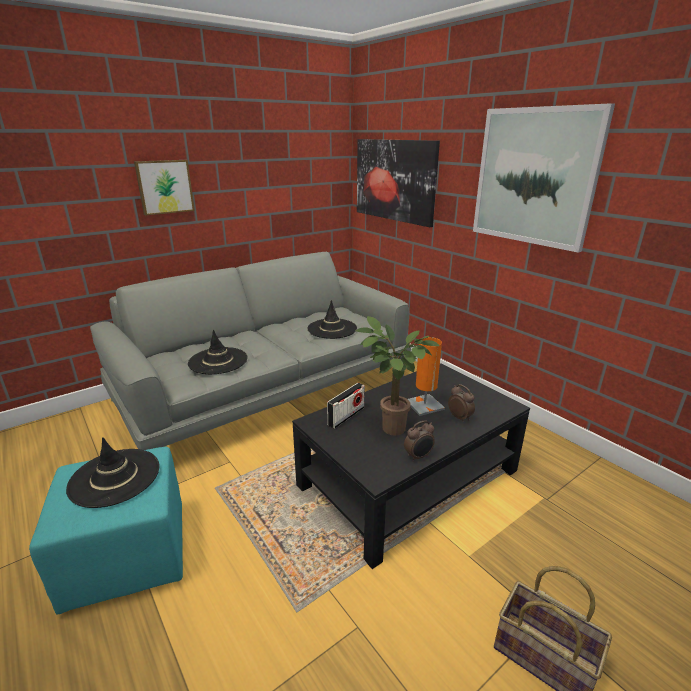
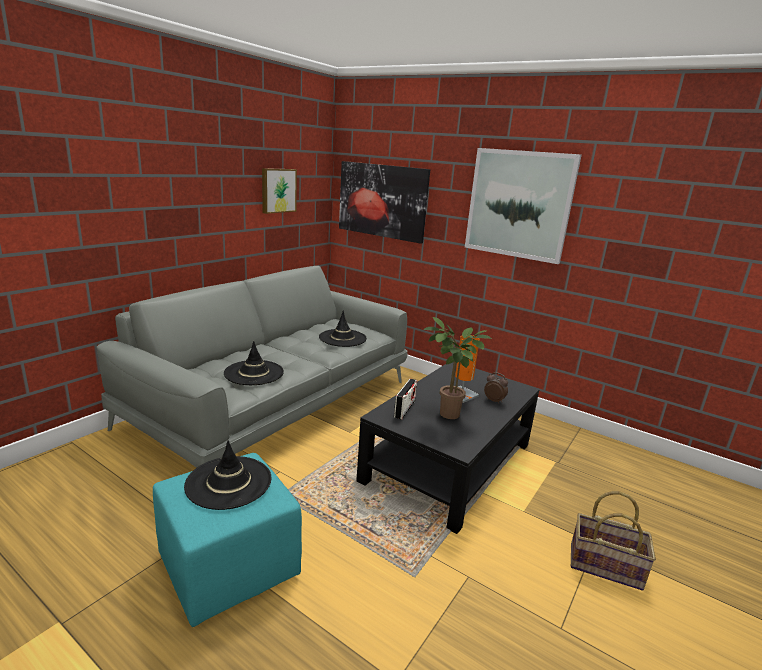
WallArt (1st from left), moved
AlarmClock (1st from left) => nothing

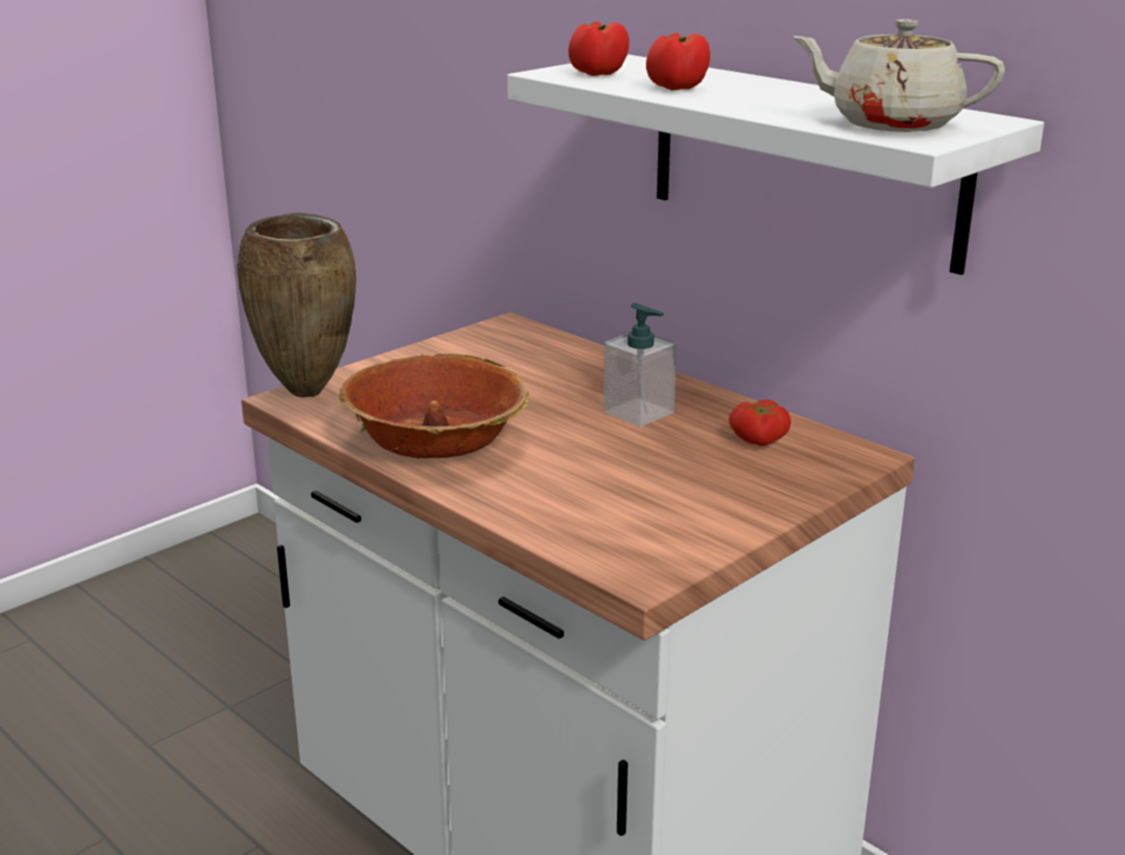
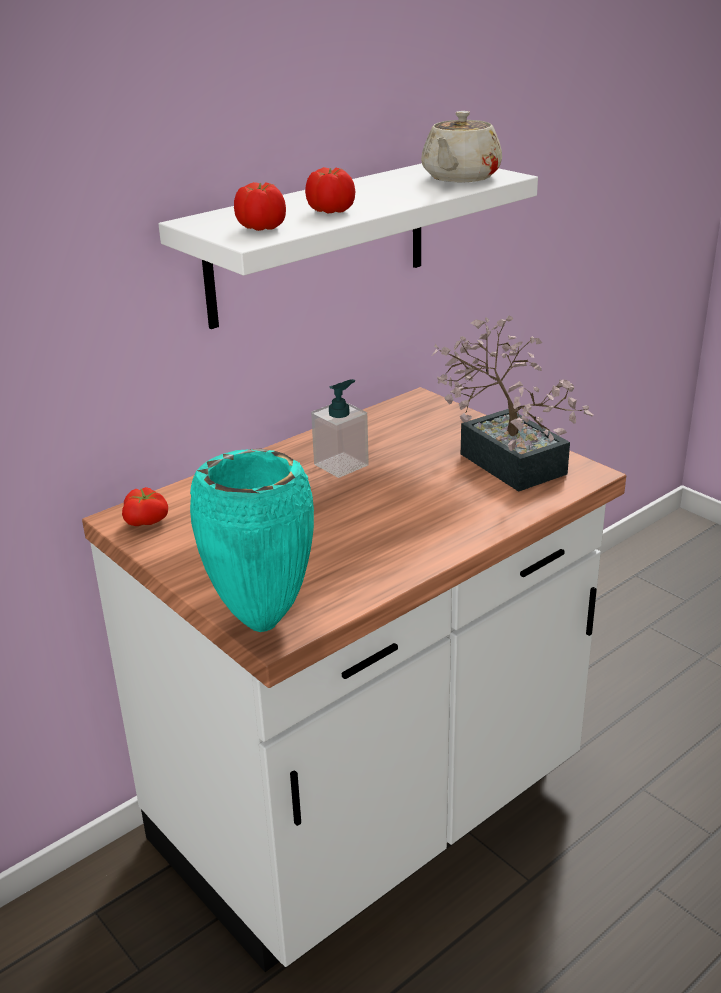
Tomato (3rd from left in the first image) => Tomato (1st from left), moved
BrownVase => BlueGreenVase
nothing => PottedPlant
Bowl => nothing

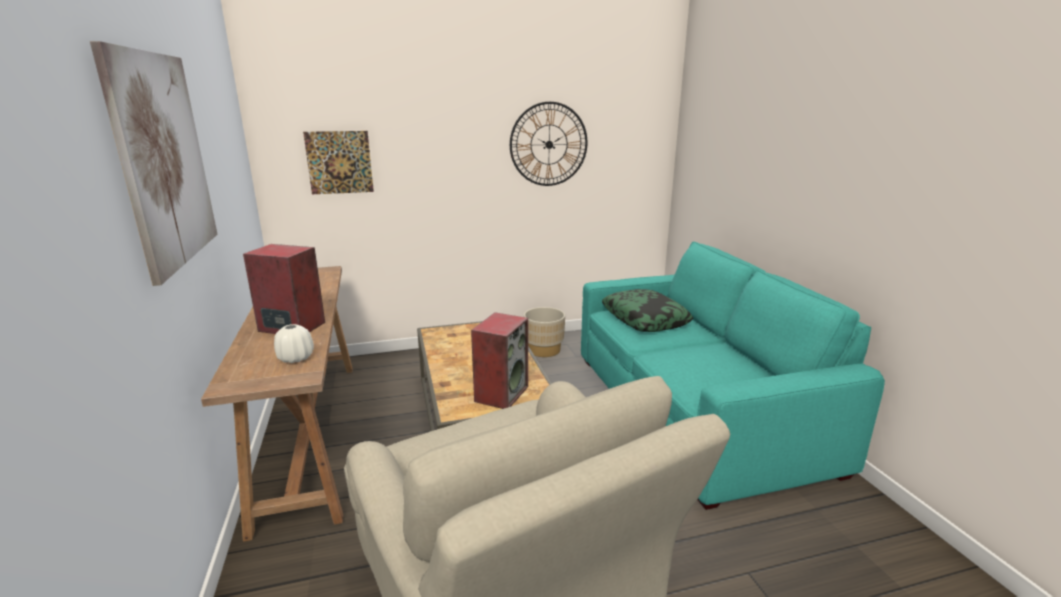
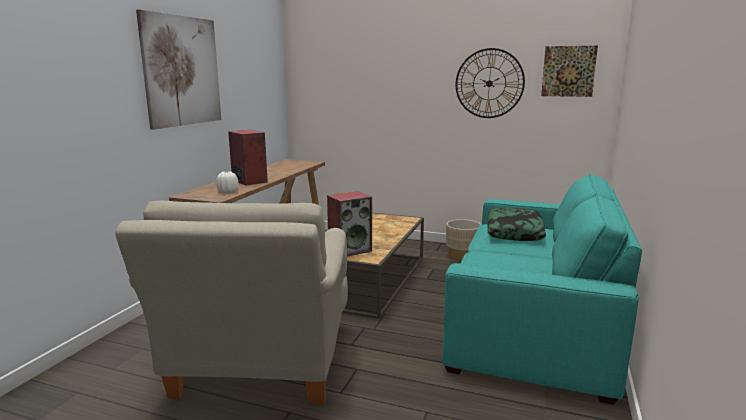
WallArt (2nd from left), moved

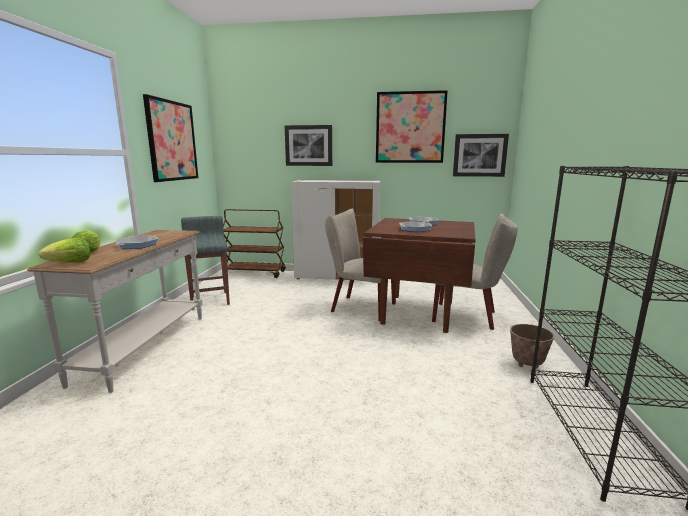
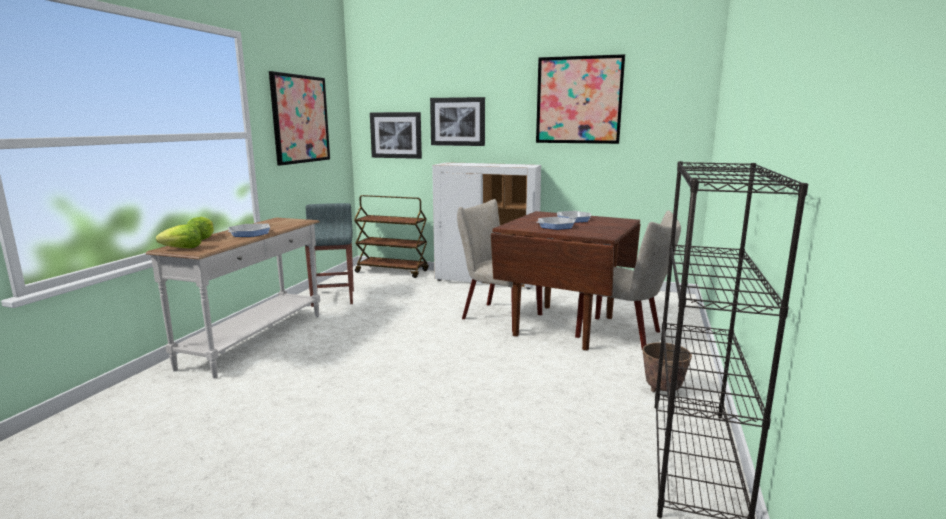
WallArt (4th from left in the first image) => WallArt (2nd from left), moved

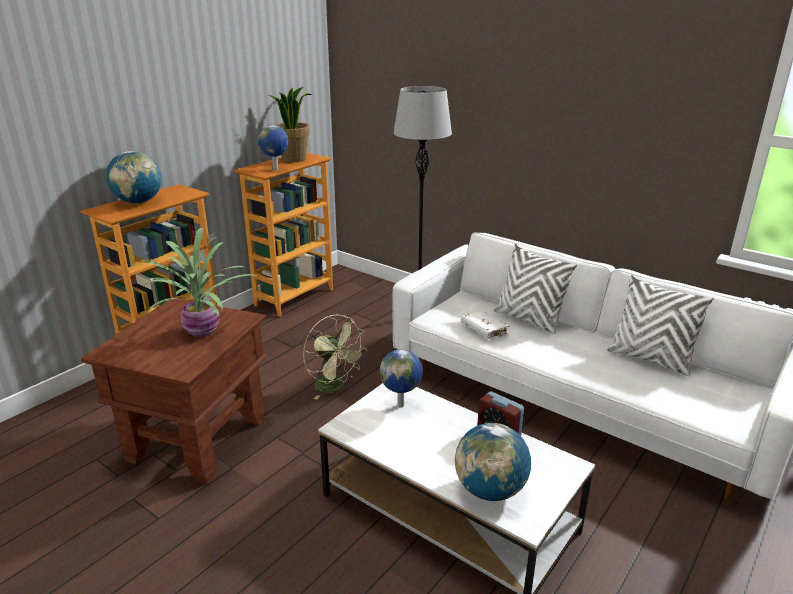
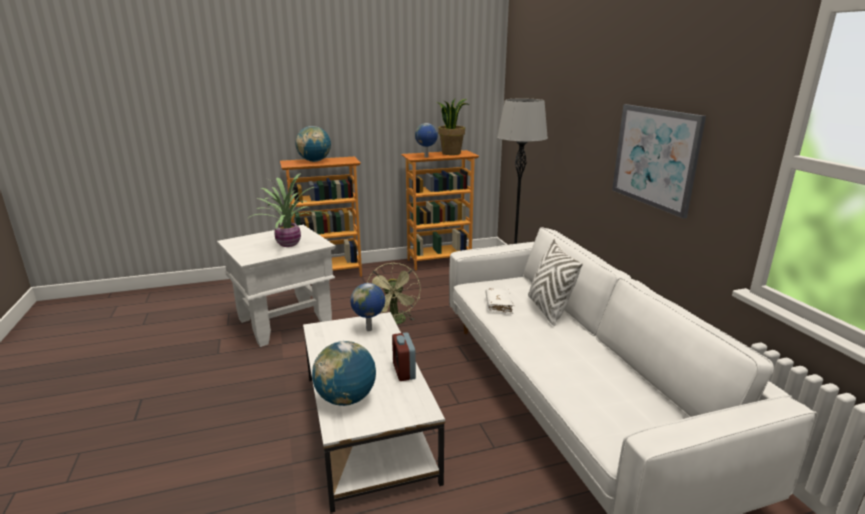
BrownSideTable => WhitishSideTable
nothing => WallArt
WhitishCushion (2nd from left) => nothing

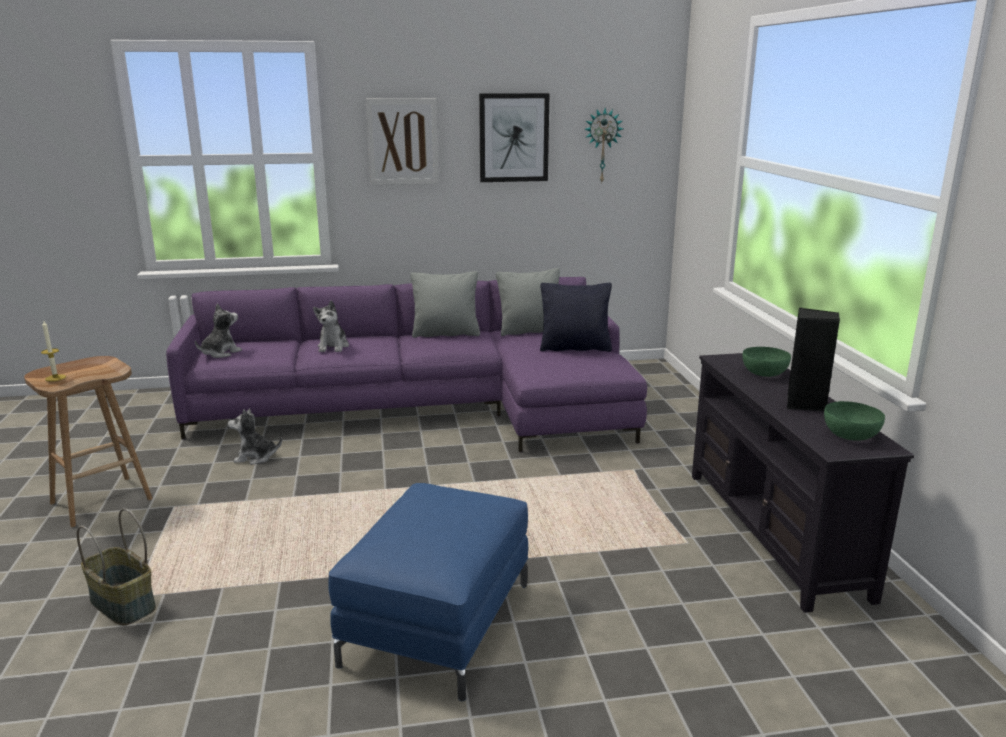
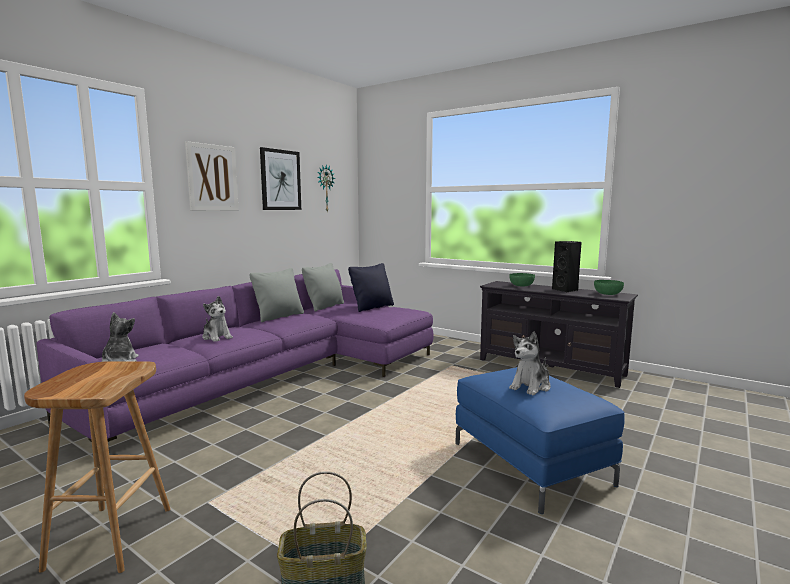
CuddlyToy (2nd from left in the first image) => CuddlyToy (3rd from left), moved
Candle => nothing

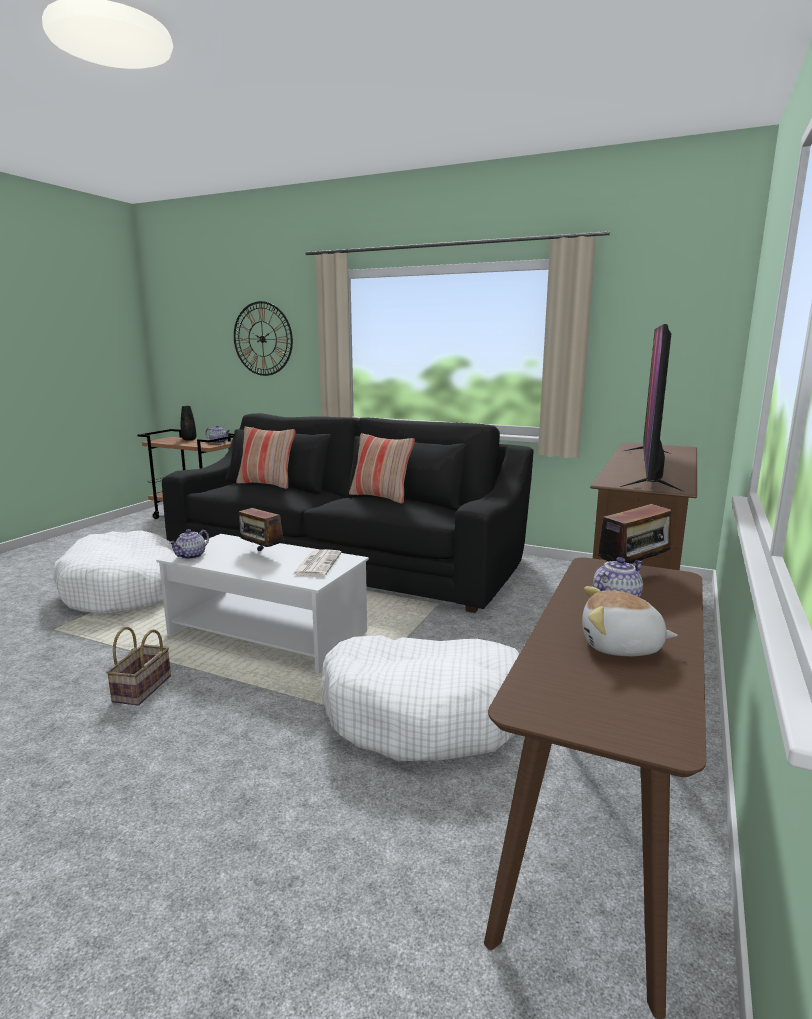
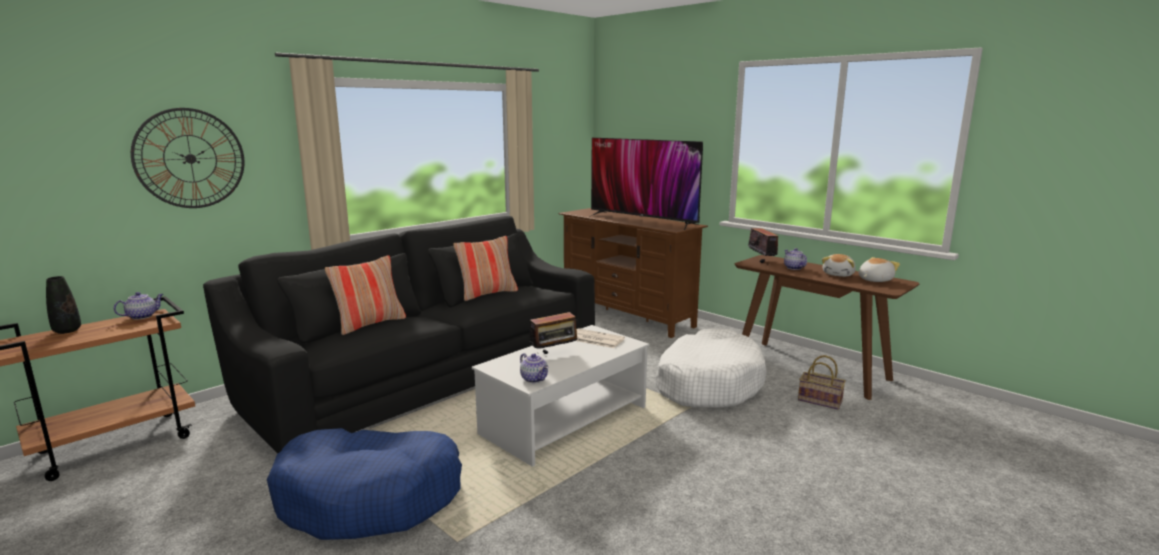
WhitishDogBed (1st from left) => BluishDogBed
Basket, moved
nothing => CuddlyToy (2nd from left)

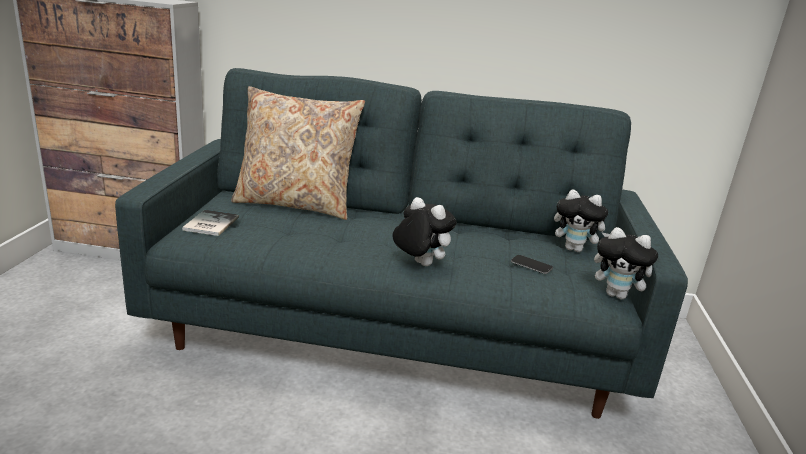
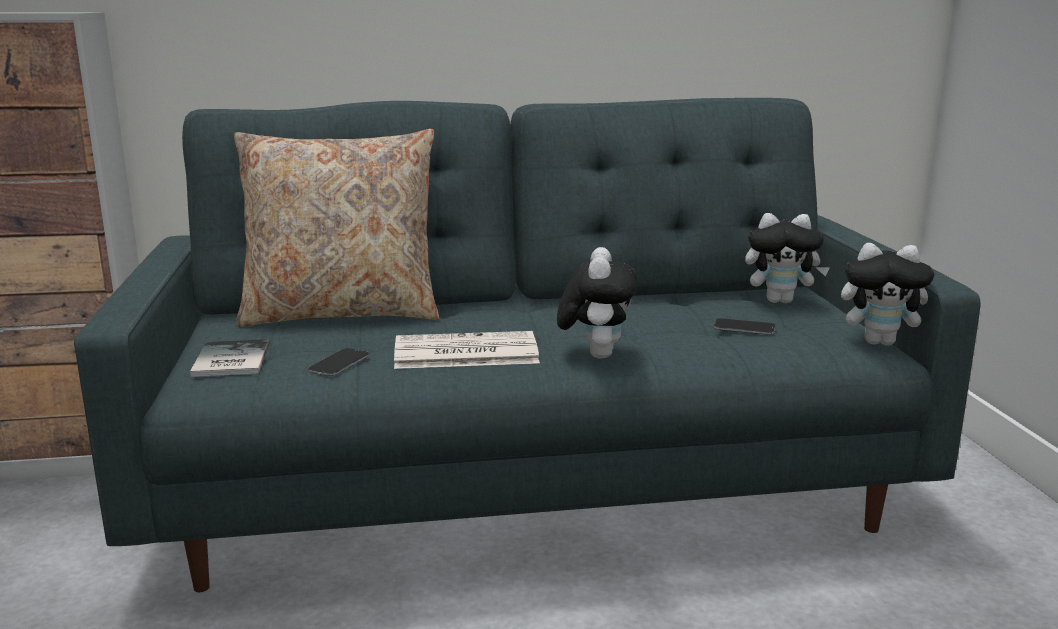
nothing => Telephone (1st from left)
nothing => Newspaper
CuddlyToy (1st from left), 75 degrees clockwise

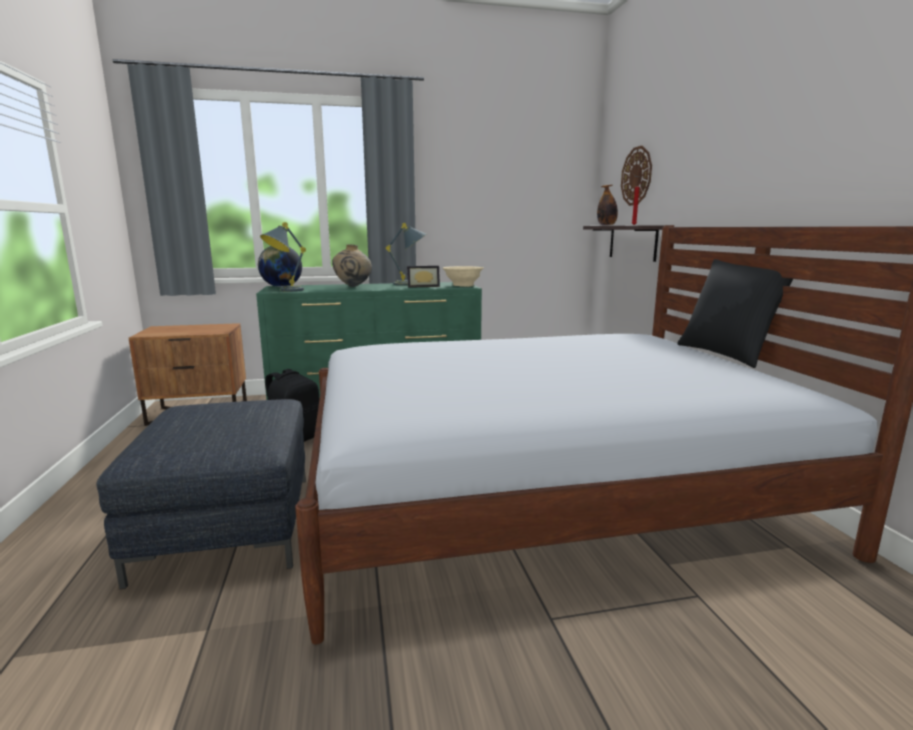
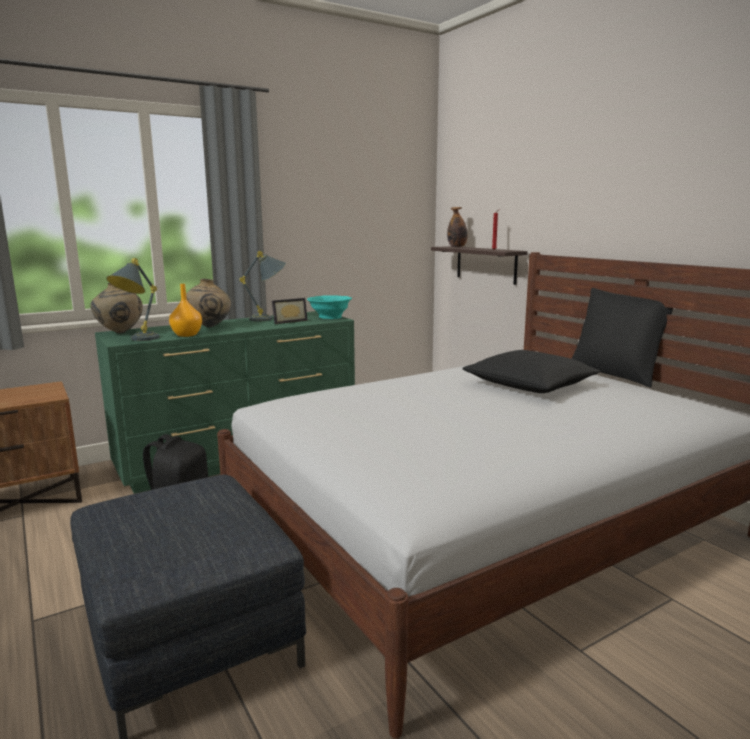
Globe => SandColouredVase (1st from left)
nothing => OrangeColouredVase
SandColouredBowl => BlueGreenBowl
nothing => BlackCushion (1st from left)
HangingClock => nothing

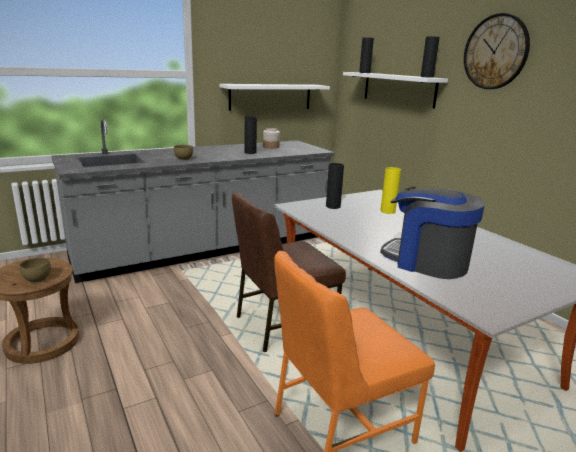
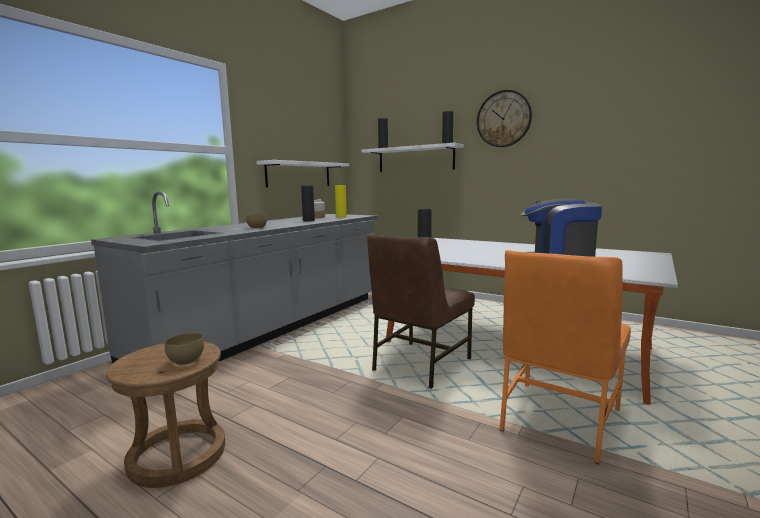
YellowVase, moved

